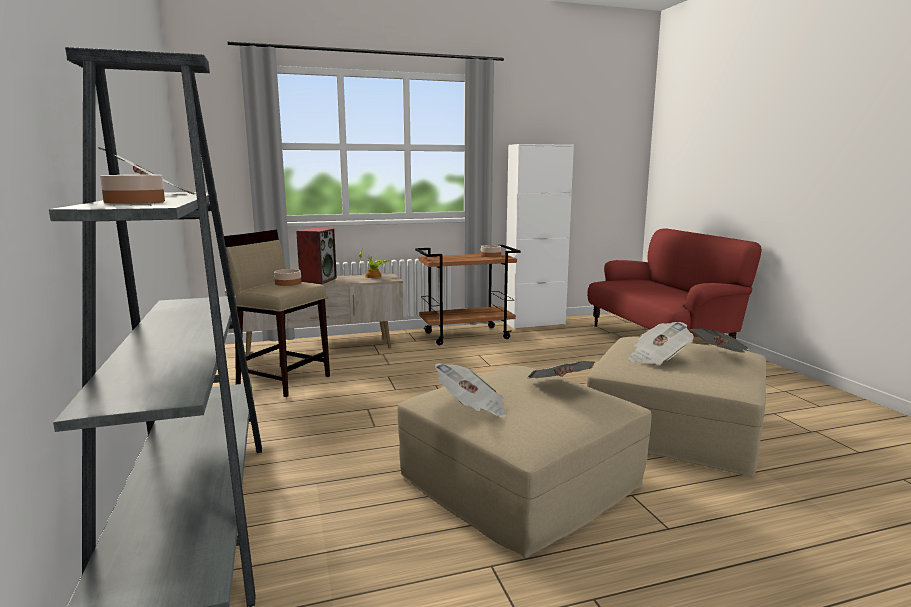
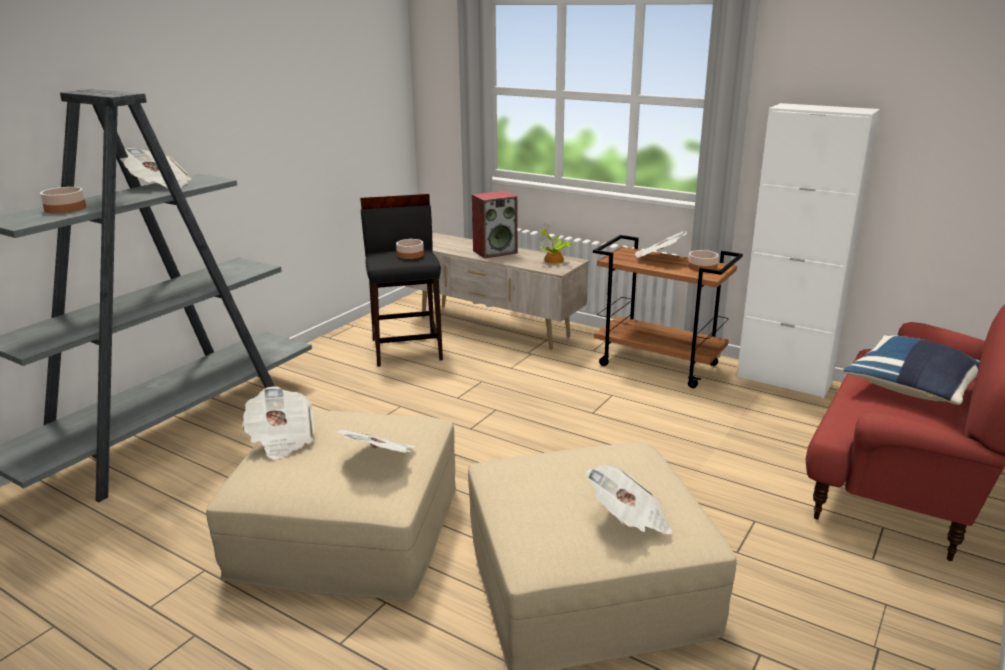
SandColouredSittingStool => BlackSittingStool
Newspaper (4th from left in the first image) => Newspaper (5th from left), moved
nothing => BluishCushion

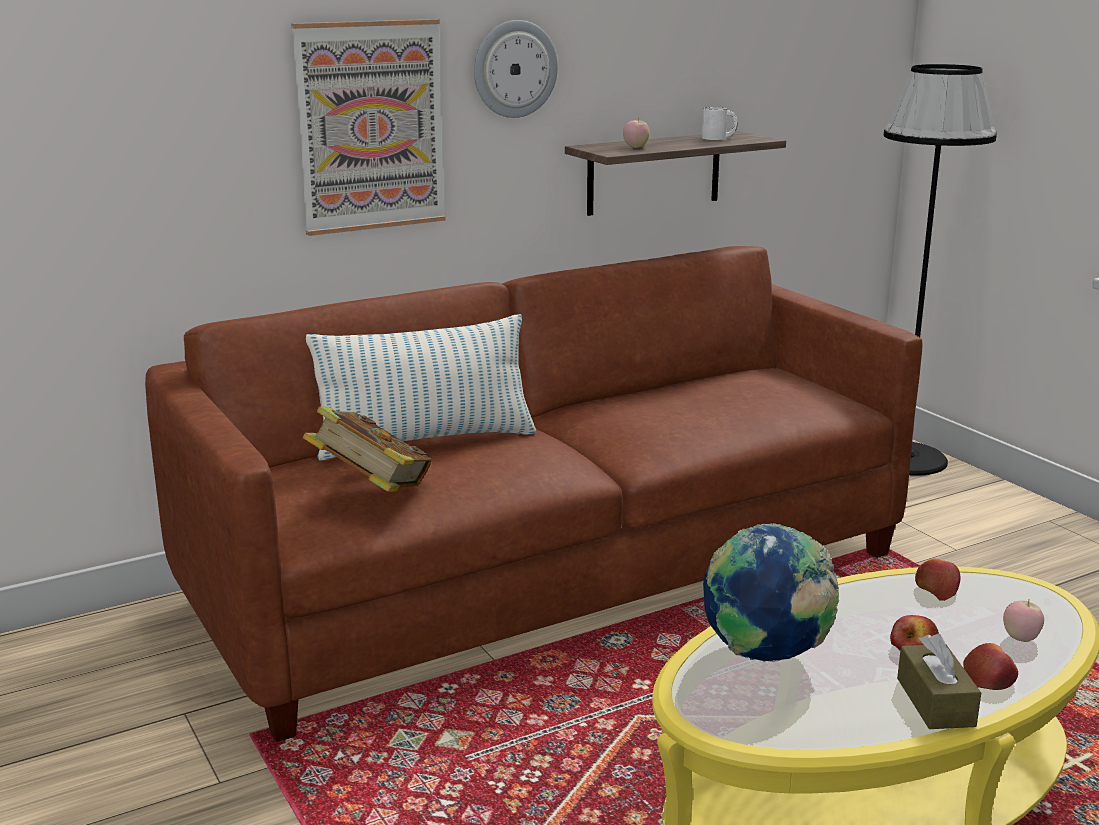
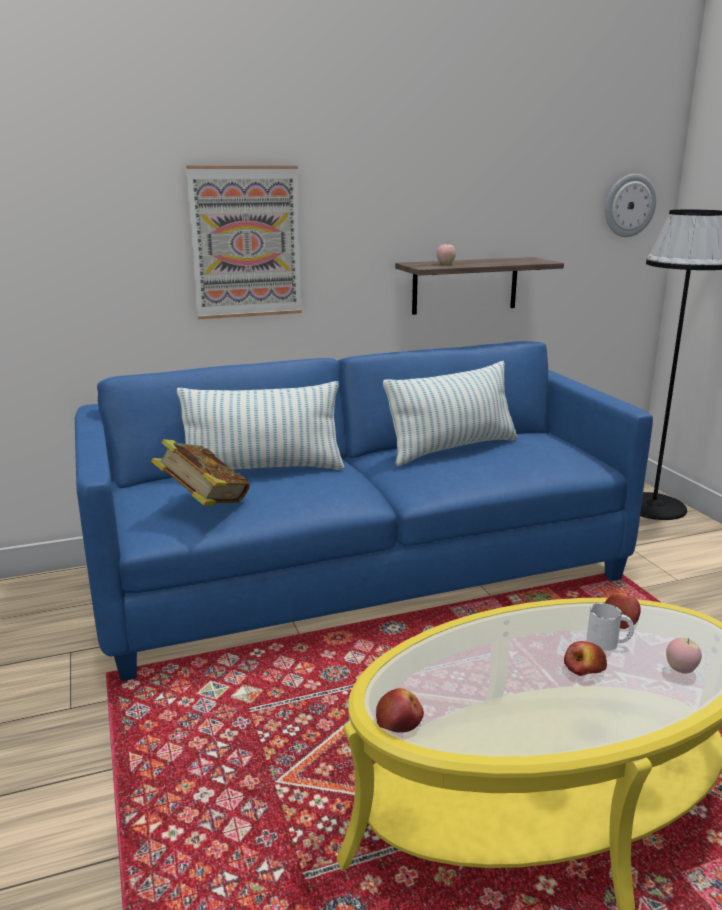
BrownCouch => BluishCouch
WholeApple (4th from left in the first image) => WholeApple (1st from left), moved
nothing => Cushion (2nd from left)
WhitishCoffeeMug, moved
HangingClock, moved
Globe => nothing
BrownTissueBox => nothing

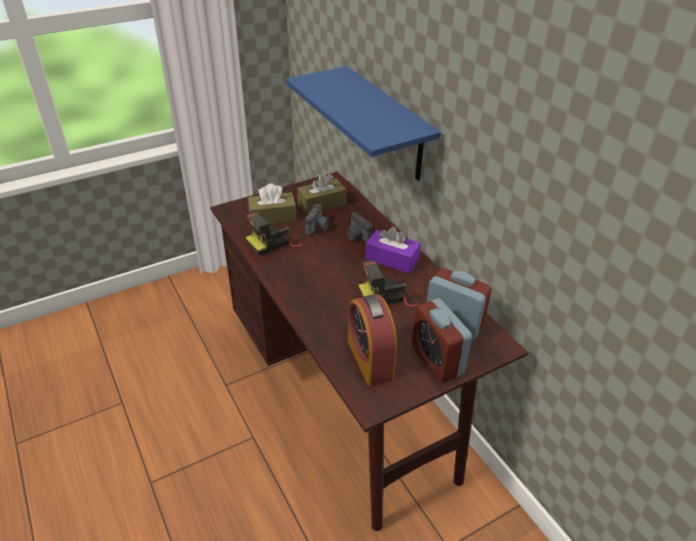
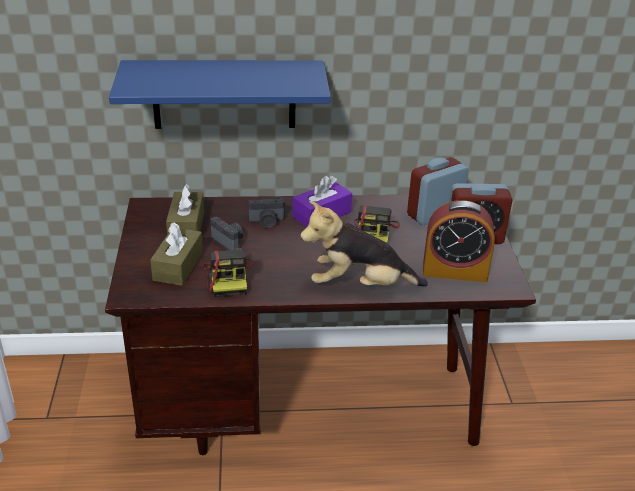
nothing => CuddlyToy

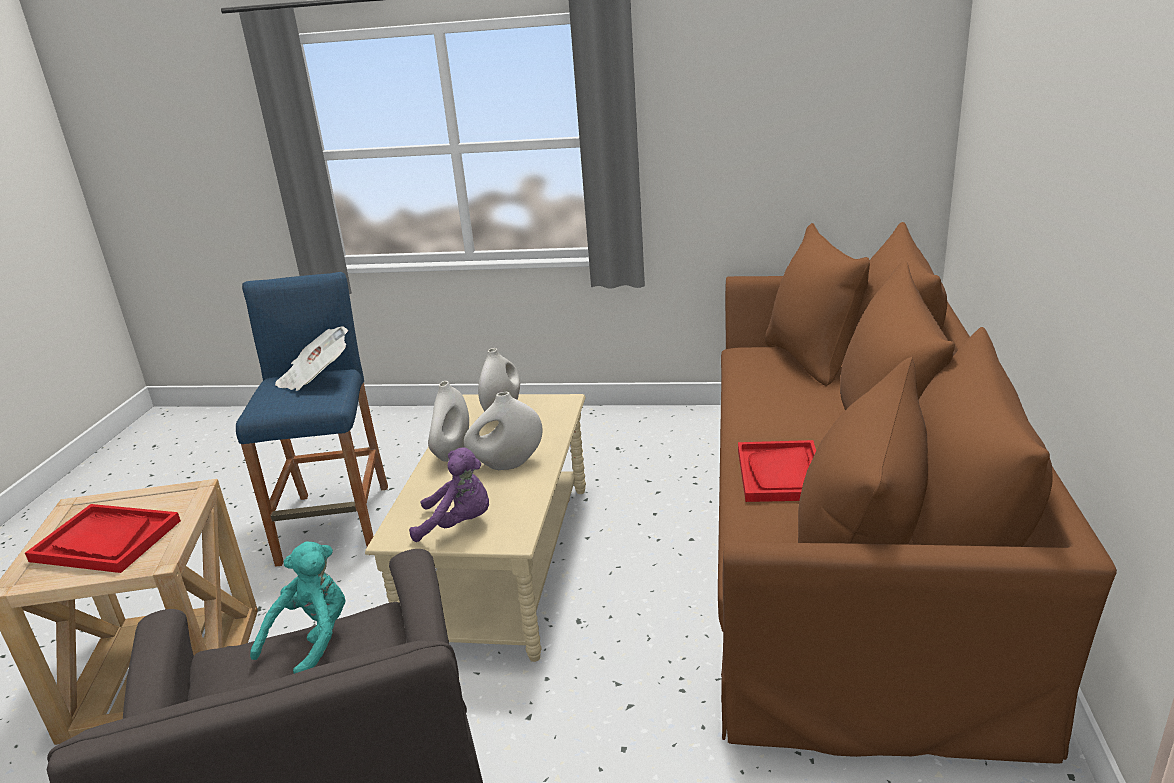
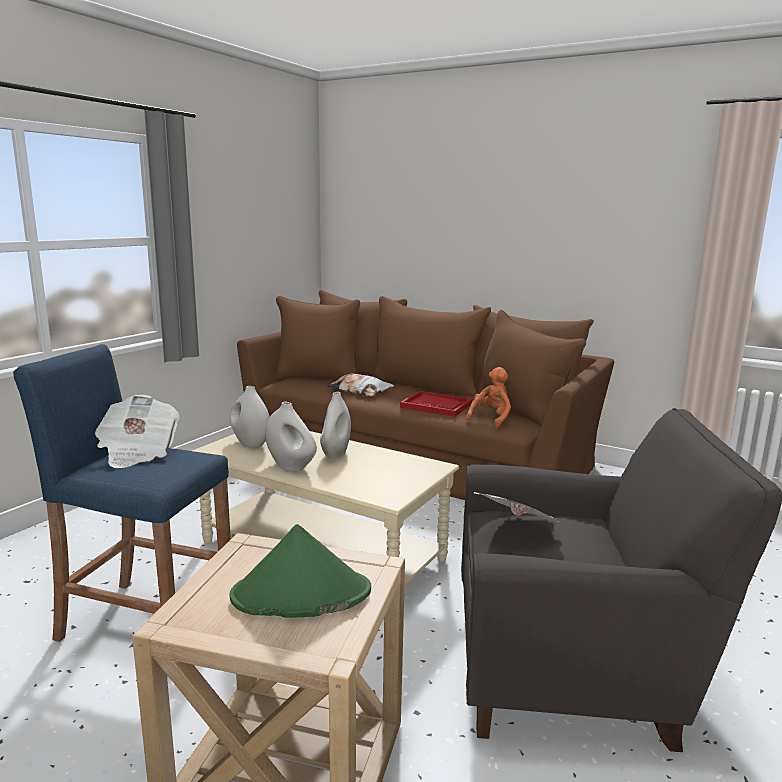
ReddishTray (1st from left) => GreenClothingHat
nothing => Cushion
nothing => OrangeColouredCuddlyToy
BlueGreenCuddlyToy => Newspaper (2nd from left)
PurplishCuddlyToy => nothing

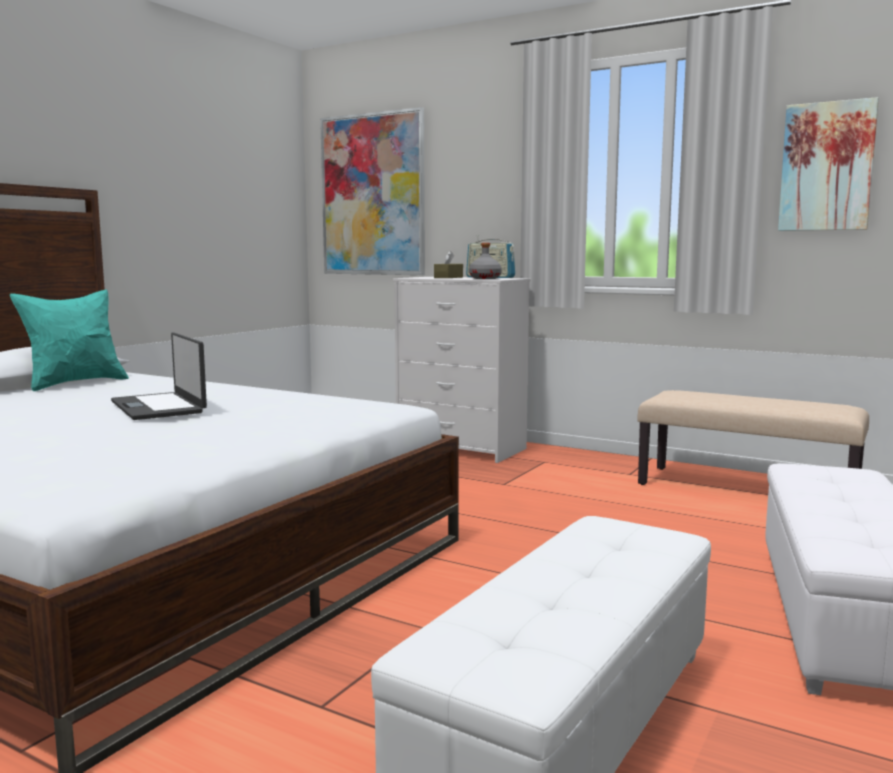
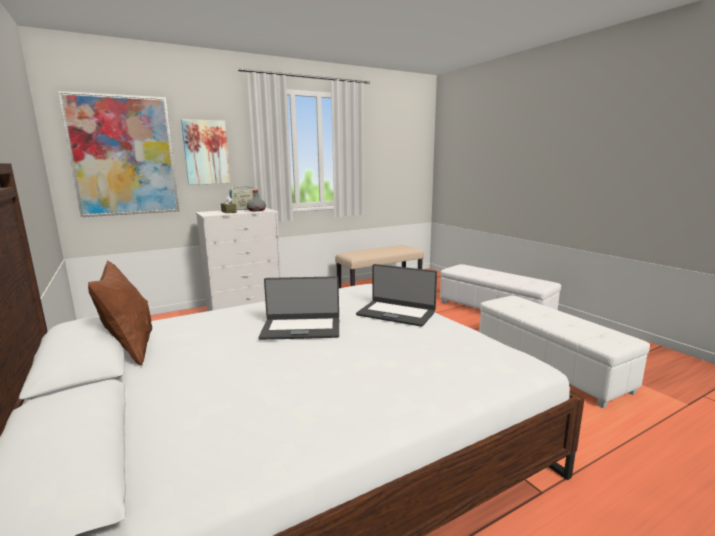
BlueGreenCushion => BrownCushion
WallArt (2nd from left), moved
nothing => PortableComputer (2nd from left)

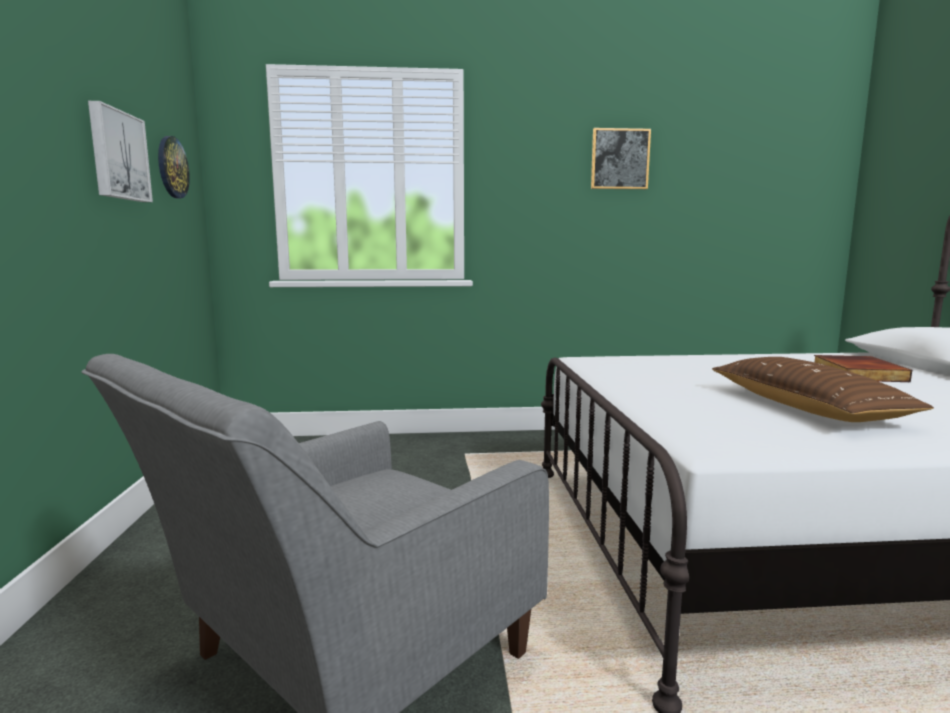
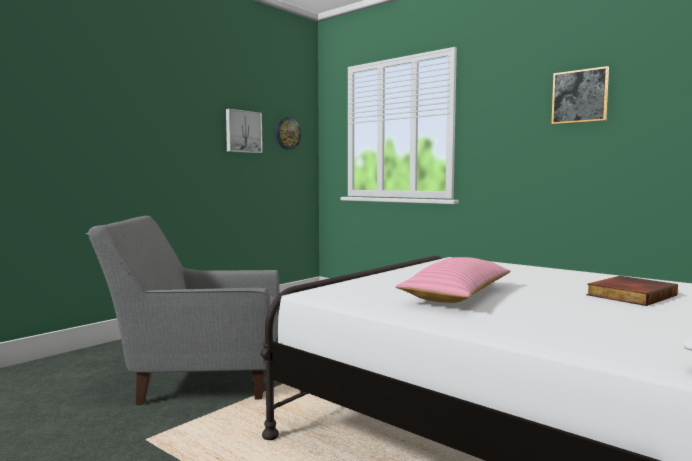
BrownCushion => PinkishCushion

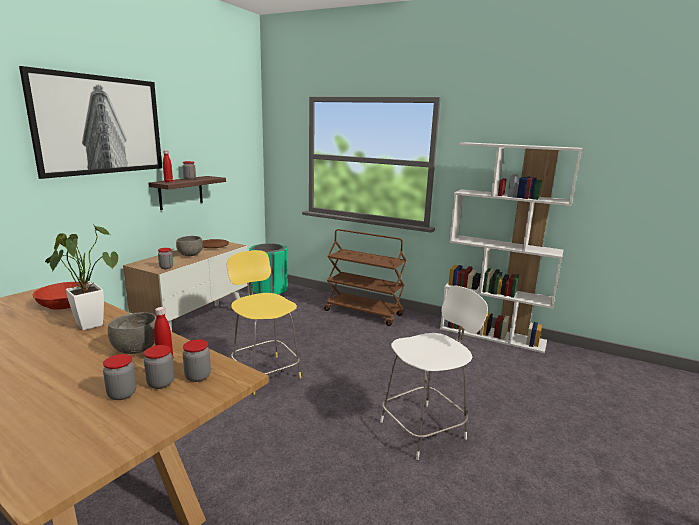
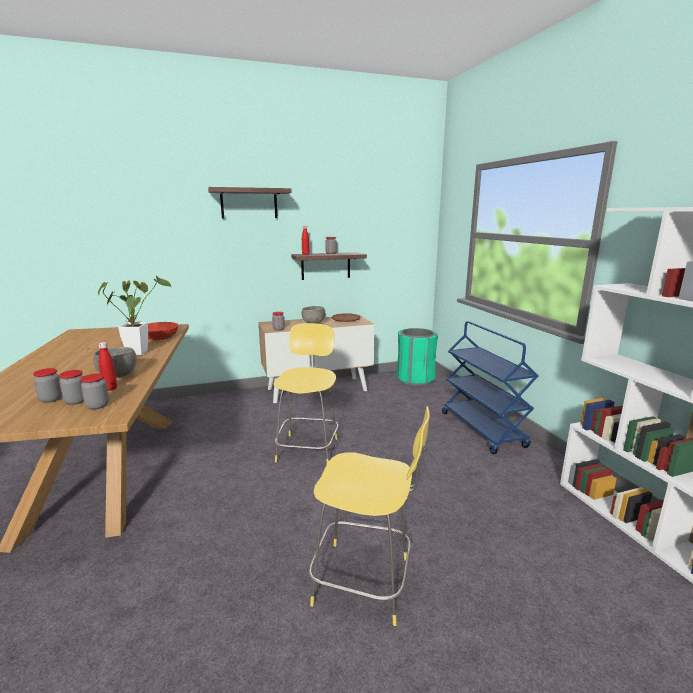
WallArt => Shelf (1st from left)
WhitishSittingStool => YellowSittingStool (2nd from left)
BrownCart => BluishCart

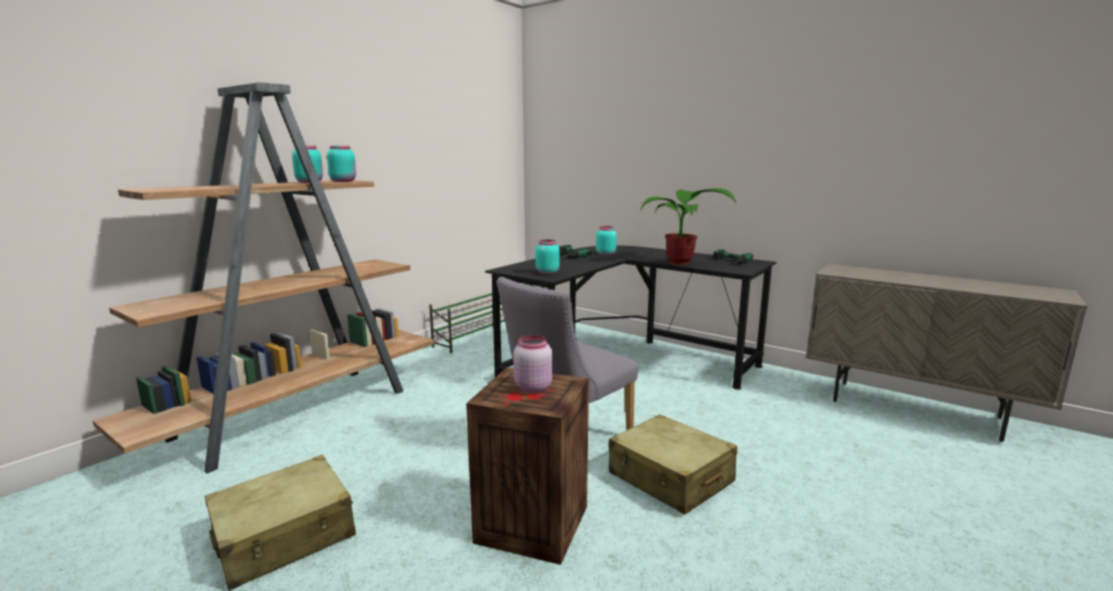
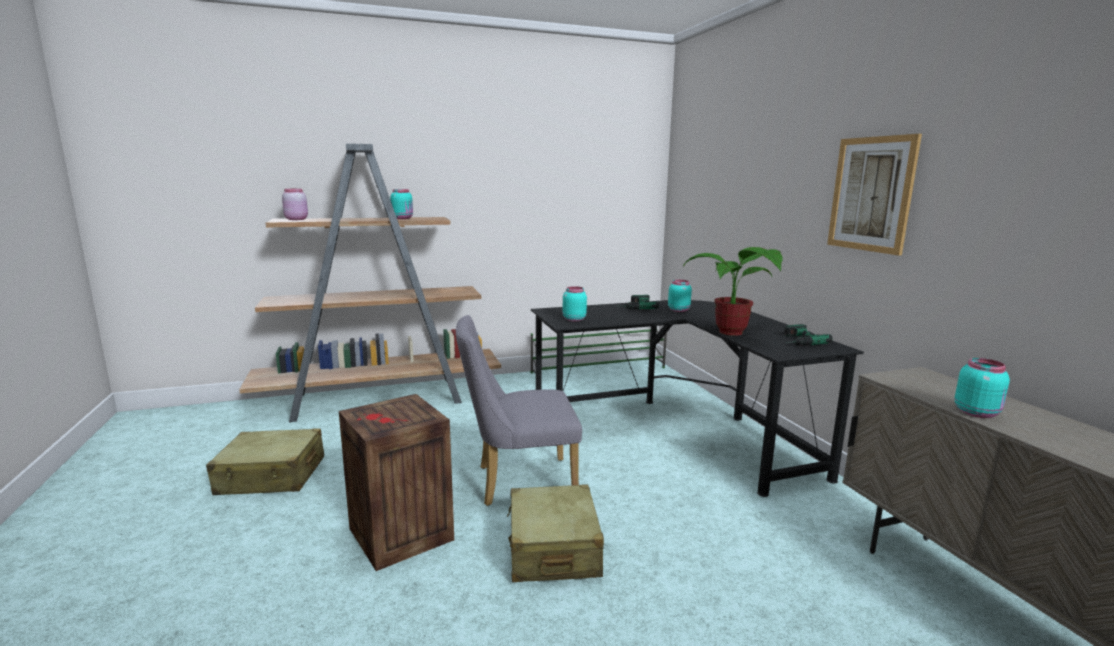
PinkishJar, moved
nothing => WallArt
BlueGreenJar (2nd from left in the first image) => BlueGreenJar (4th from left), moved

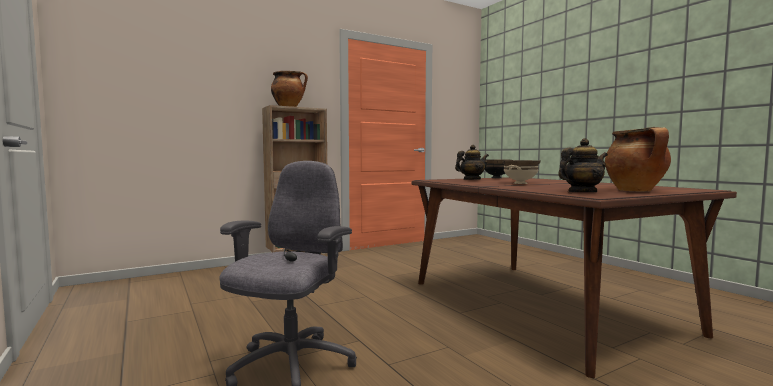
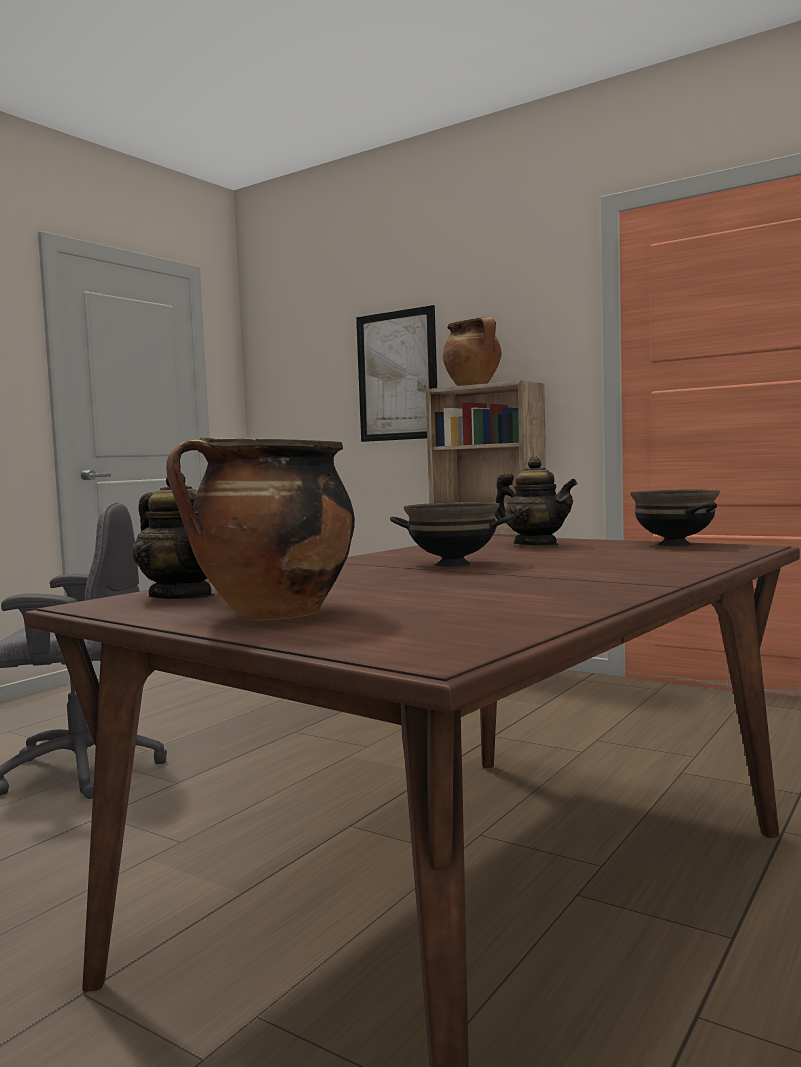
nothing => WallArt
SandColouredBowl => BlackBowl (1st from left)

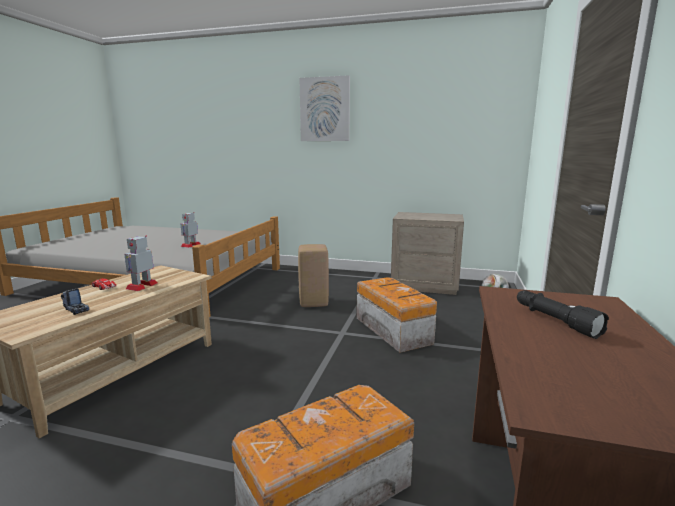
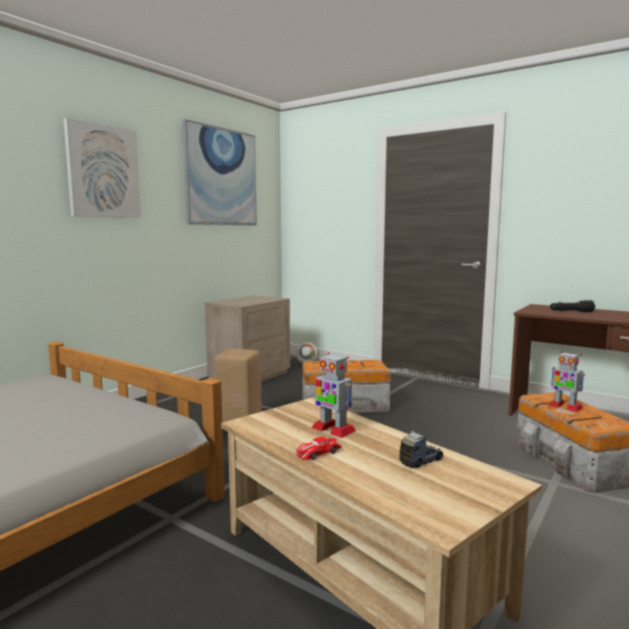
nothing => WallArt (2nd from left)
ModelRobot (2nd from left), moved

